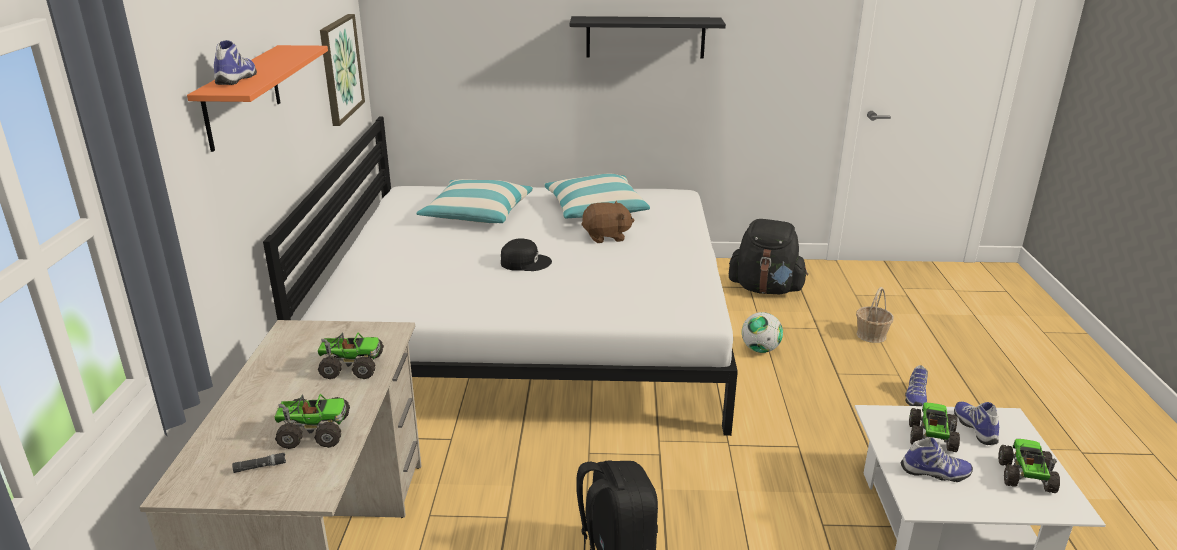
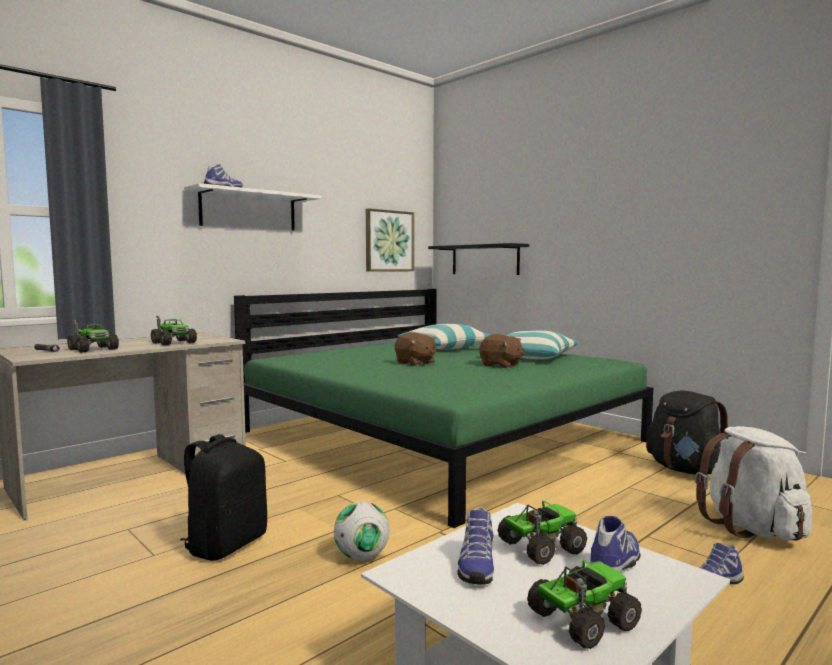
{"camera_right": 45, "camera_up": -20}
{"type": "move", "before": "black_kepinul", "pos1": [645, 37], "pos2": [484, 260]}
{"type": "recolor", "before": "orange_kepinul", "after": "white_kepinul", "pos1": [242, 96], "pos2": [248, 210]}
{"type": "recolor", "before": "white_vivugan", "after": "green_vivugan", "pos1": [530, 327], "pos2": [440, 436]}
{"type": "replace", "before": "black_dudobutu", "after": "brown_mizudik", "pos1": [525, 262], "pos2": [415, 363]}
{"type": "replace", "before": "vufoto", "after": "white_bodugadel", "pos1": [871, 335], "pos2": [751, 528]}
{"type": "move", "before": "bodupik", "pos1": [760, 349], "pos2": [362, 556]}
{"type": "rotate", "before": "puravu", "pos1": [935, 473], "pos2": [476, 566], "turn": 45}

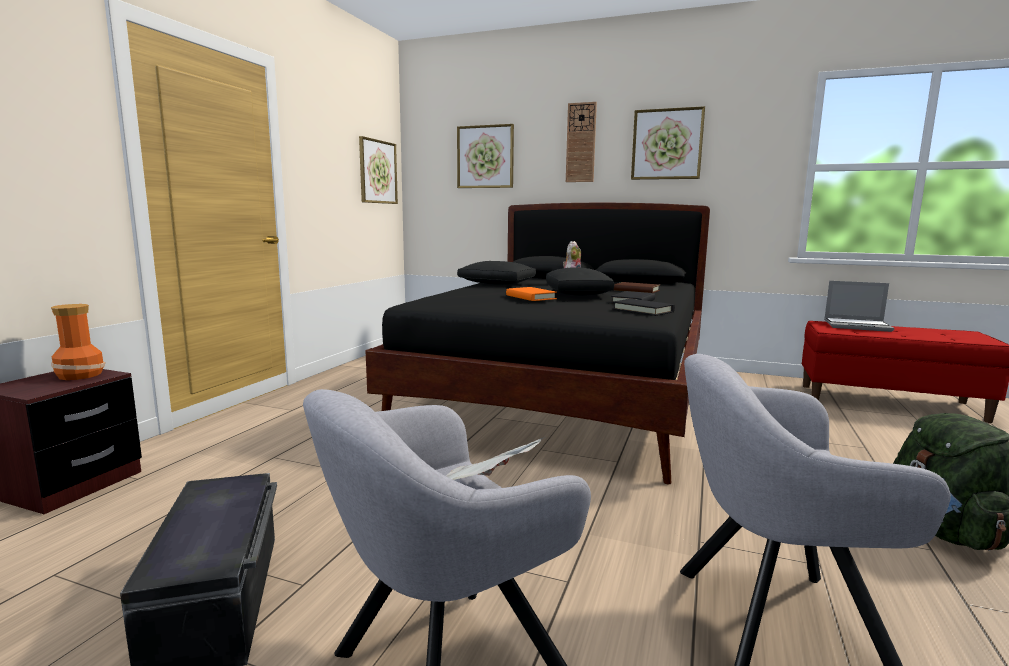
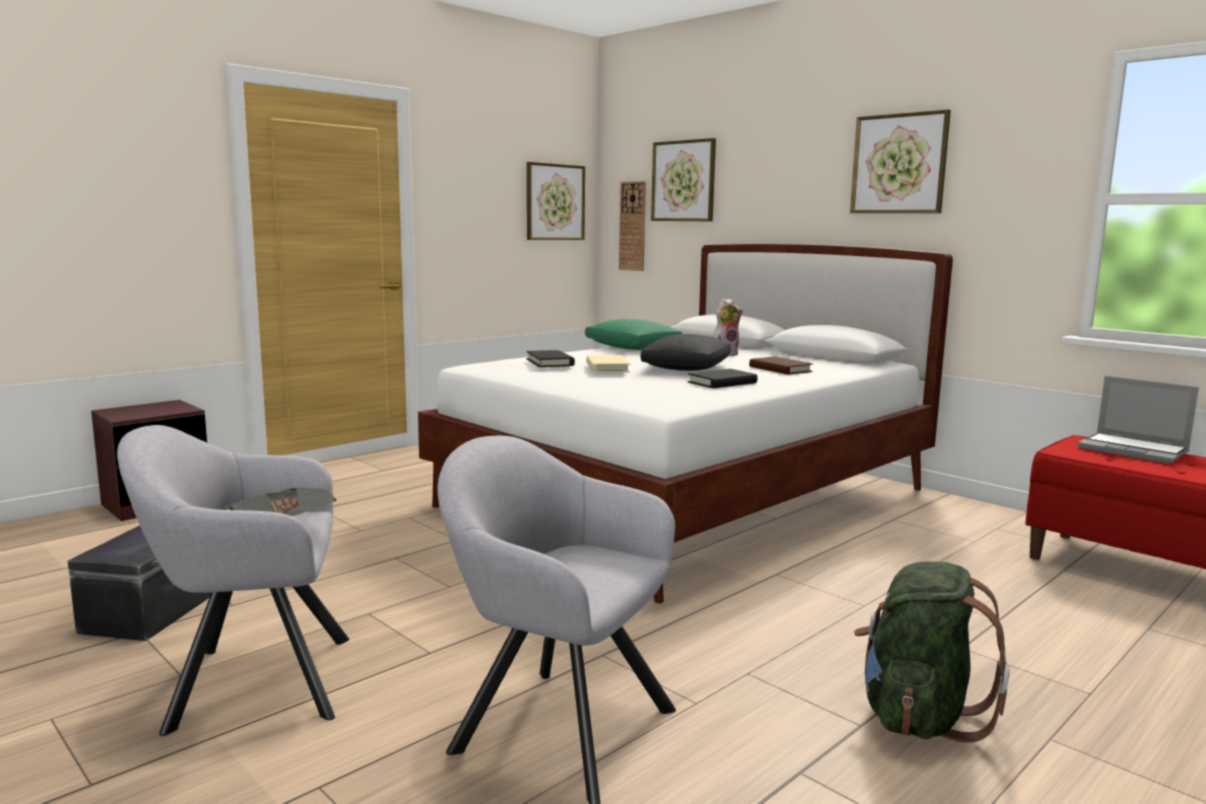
{"camera_right": 25, "camera_up": 0}
{"type": "move", "before": "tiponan", "pos1": [581, 143], "pos2": [633, 226]}
{"type": "recolor", "before": "black_vivugan", "after": "white_vivugan", "pos1": [566, 396], "pos2": [688, 498]}
{"type": "recolor", "before": "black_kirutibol", "after": "green_kirutibol", "pos1": [497, 283], "pos2": [633, 348]}
{"type": "recolor", "before": "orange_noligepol", "after": "beige_noligepol", "pos1": [530, 297], "pos2": [607, 368]}
{"type": "move", "before": "black_noligepol", "pos1": [643, 310], "pos2": [550, 362]}
{"type": "delete", "before": "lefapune", "pos1": [78, 375]}

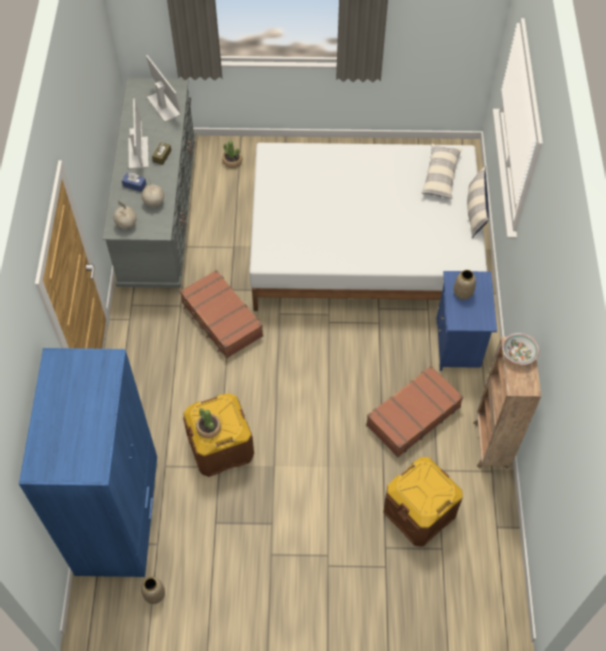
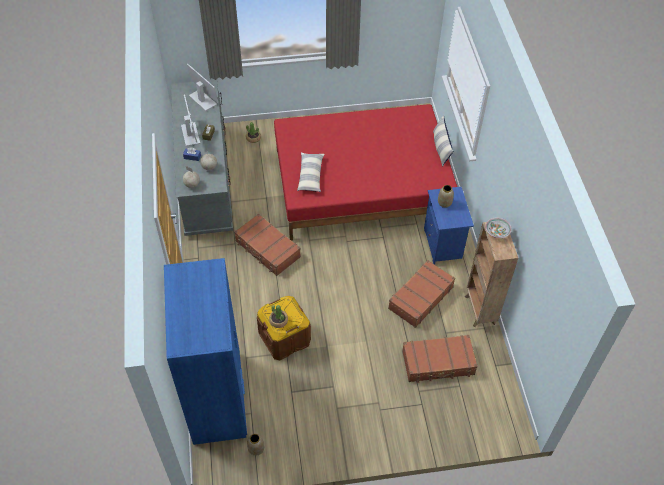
{"camera_right": -10, "camera_up": -5}
{"type": "recolor", "before": "white_vivugan", "after": "red_vivugan", "pos1": [364, 245], "pos2": [361, 185]}
{"type": "move", "before": "kirutibol", "pos1": [440, 176], "pos2": [310, 176]}
{"type": "replace", "before": "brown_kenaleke", "after": "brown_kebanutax", "pos1": [419, 512], "pos2": [438, 363]}

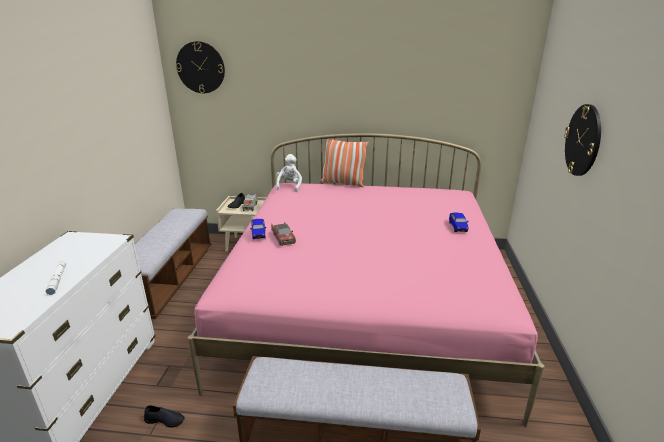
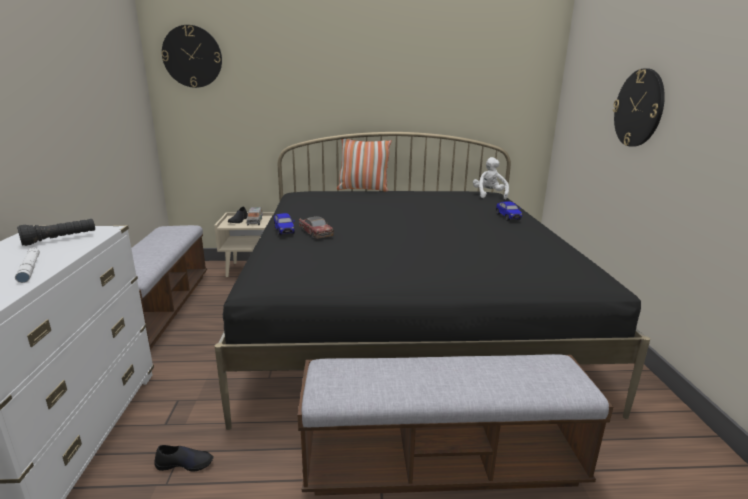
{"camera_right": -10, "camera_up": -5}
{"type": "recolor", "before": "pink_vivugan", "after": "black_vivugan", "pos1": [365, 304], "pos2": [406, 317]}
{"type": "move", "before": "white_mizudik", "pos1": [289, 186], "pos2": [489, 195]}
{"type": "insert", "after": "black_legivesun", "pos2": [60, 239]}

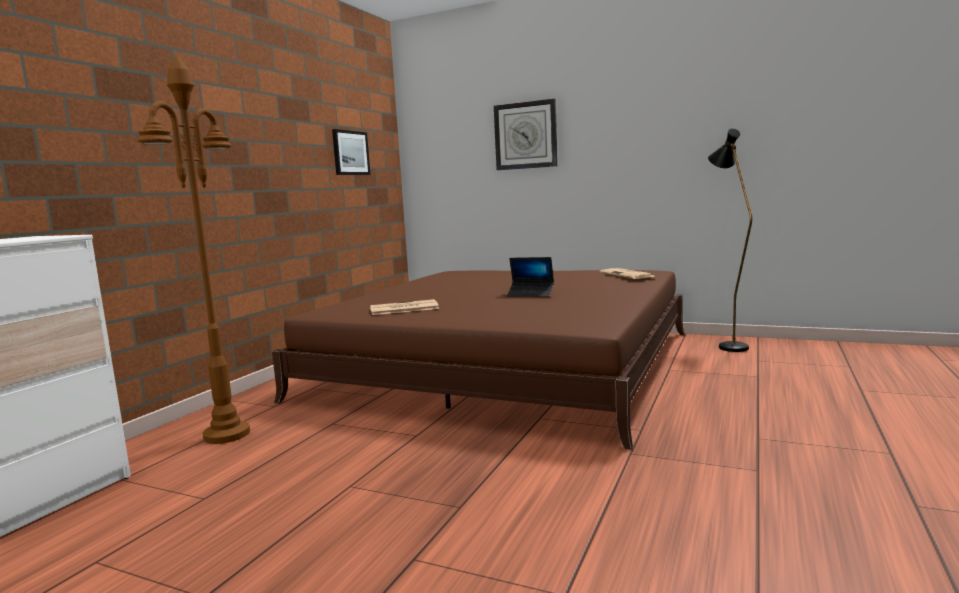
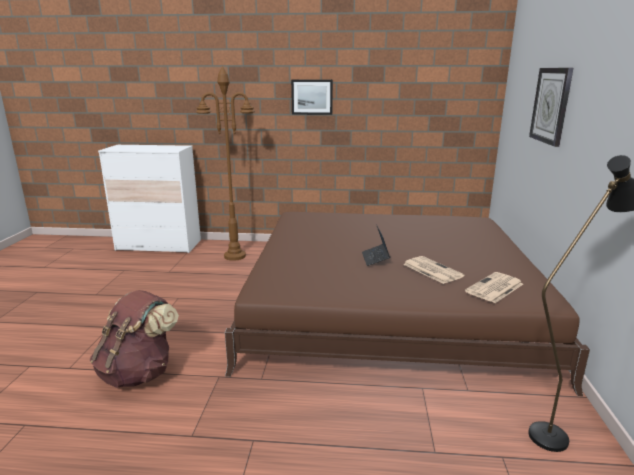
{"camera_right": 70, "camera_up": 10}
{"type": "move", "before": "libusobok", "pos1": [350, 153], "pos2": [312, 97]}
{"type": "move", "before": "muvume", "pos1": [403, 309], "pos2": [431, 270]}
{"type": "insert", "after": "brown_bodugadel", "pos2": [139, 373]}

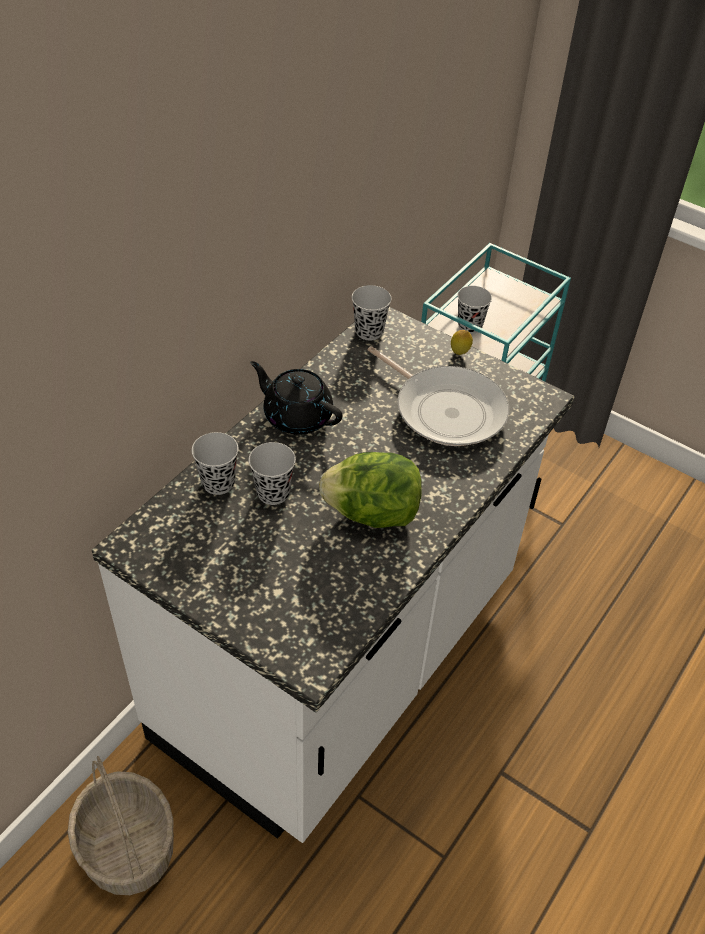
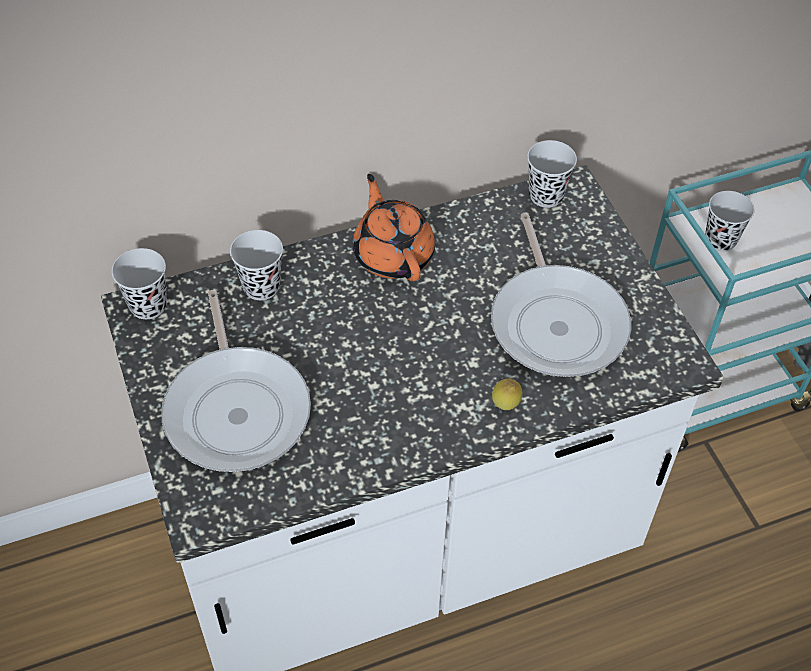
{"camera_right": 35, "camera_up": 5}
{"type": "move", "before": "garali", "pos1": [459, 353], "pos2": [505, 406]}
{"type": "recolor", "before": "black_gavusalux", "after": "orange_gavusalux", "pos1": [297, 416], "pos2": [393, 254]}
{"type": "move", "before": "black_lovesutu", "pos1": [273, 493], "pos2": [148, 305]}
{"type": "delete", "before": "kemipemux", "pos1": [372, 513]}
{"type": "delete", "before": "vufoto", "pos1": [127, 847]}
{"type": "insert", "after": "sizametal", "pos2": [237, 408]}

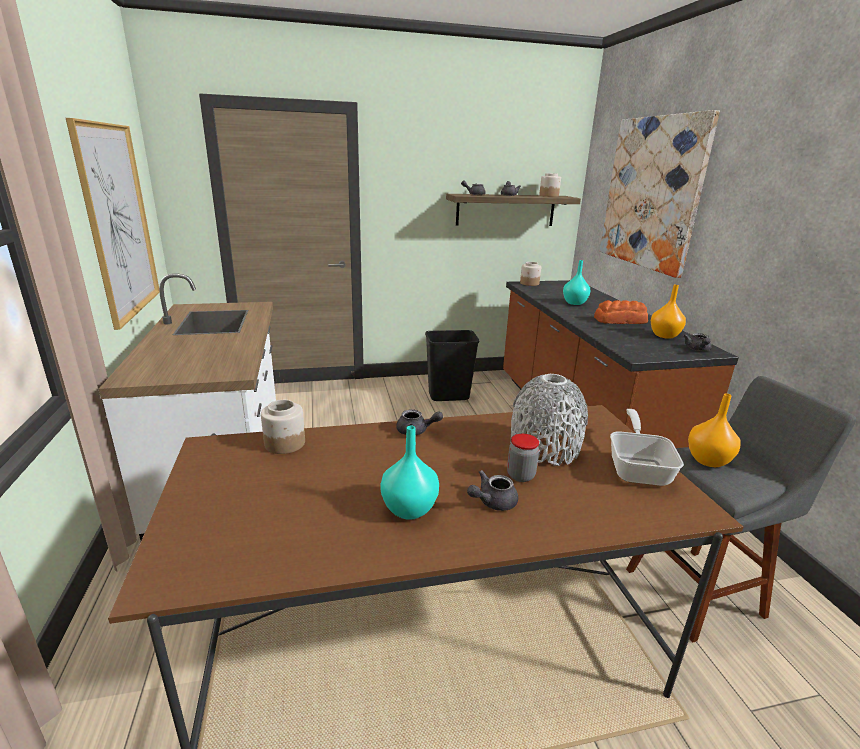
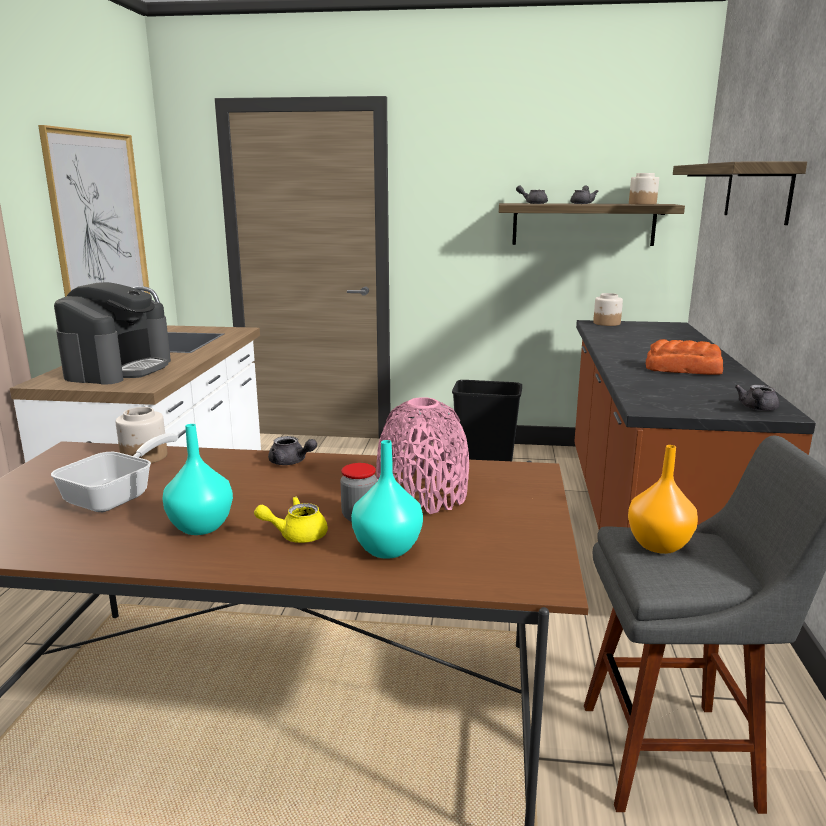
{"camera_right": 20, "camera_up": -5}
{"type": "replace", "before": "libusobok", "after": "kepinul", "pos1": [652, 193], "pos2": [757, 192]}
{"type": "move", "before": "turquoise_lefapune", "pos1": [575, 303], "pos2": [389, 549]}
{"type": "delete", "before": "orange_lefapune", "pos1": [663, 335]}
{"type": "recolor", "before": "grey_lefapune", "after": "pink_lefapune", "pos1": [544, 448], "pos2": [422, 495]}
{"type": "move", "before": "sizametal", "pos1": [638, 468], "pos2": [117, 496]}
{"type": "recolor", "before": "grey_gavusalux", "after": "yellow_gavusalux", "pos1": [492, 502], "pos2": [296, 535]}
{"type": "insert", "after": "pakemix", "pos2": [119, 369]}

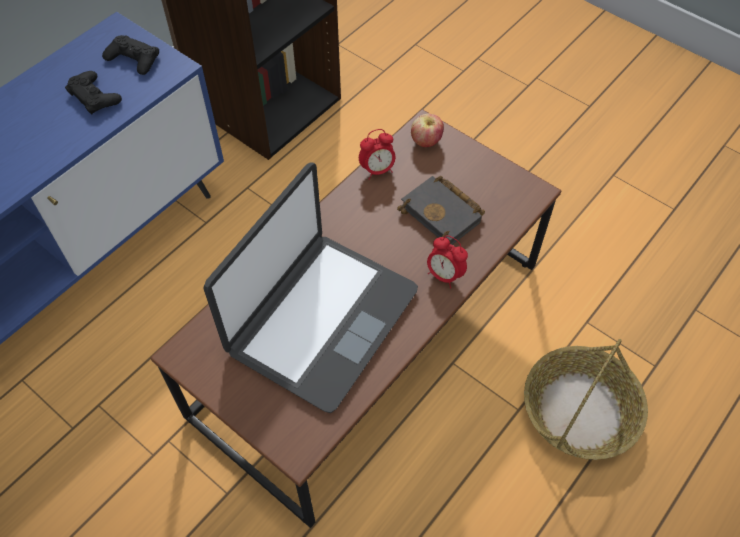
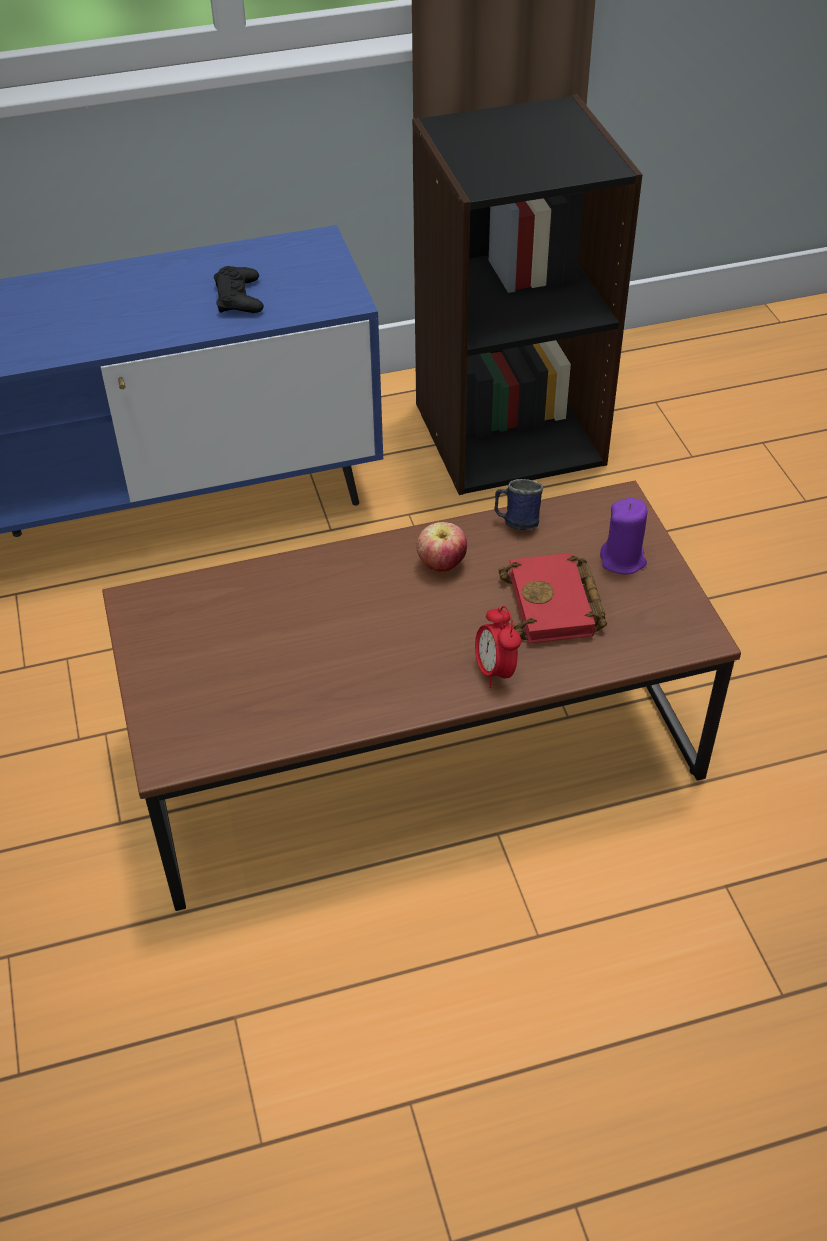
{"camera_right": 35, "camera_up": -10}
{"type": "delete", "before": "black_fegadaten", "pos1": [133, 59]}
{"type": "move", "before": "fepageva", "pos1": [426, 142], "pos2": [441, 564]}
{"type": "replace", "before": "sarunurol", "after": "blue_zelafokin", "pos1": [377, 170], "pos2": [516, 522]}
{"type": "delete", "before": "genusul", "pos1": [321, 319]}
{"type": "recolor", "before": "black_noligepol", "after": "red_noligepol", "pos1": [444, 214], "pos2": [556, 606]}
{"type": "delete", "before": "vufoto", "pos1": [579, 409]}
{"type": "insert", "after": "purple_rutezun", "pos2": [623, 560]}

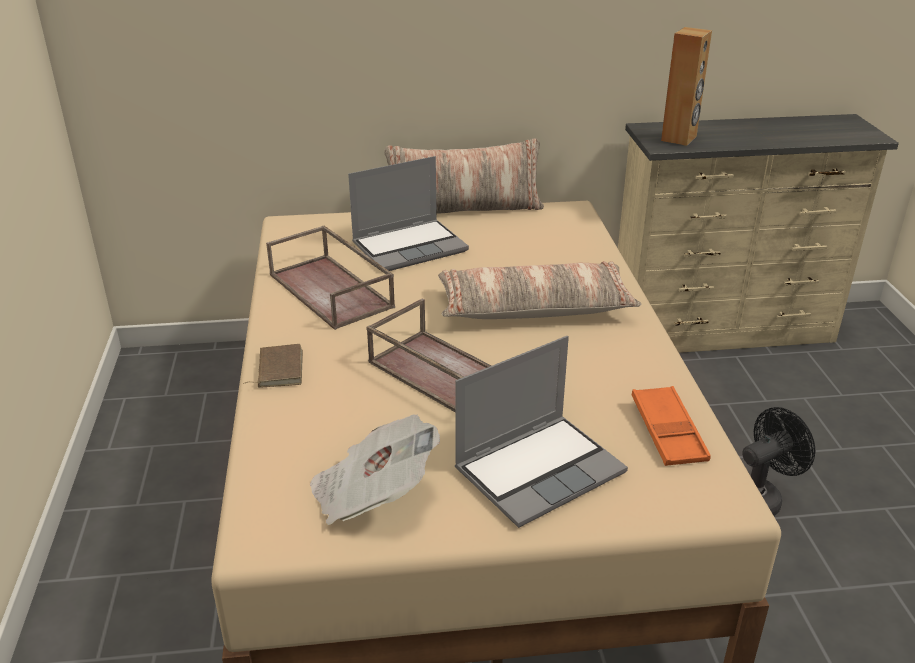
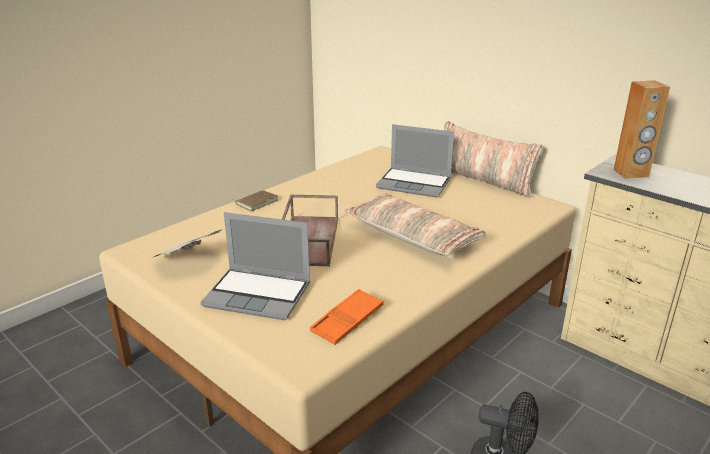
{"camera_right": 50, "camera_up": -5}
{"type": "delete", "before": "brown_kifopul", "pos1": [332, 291]}

